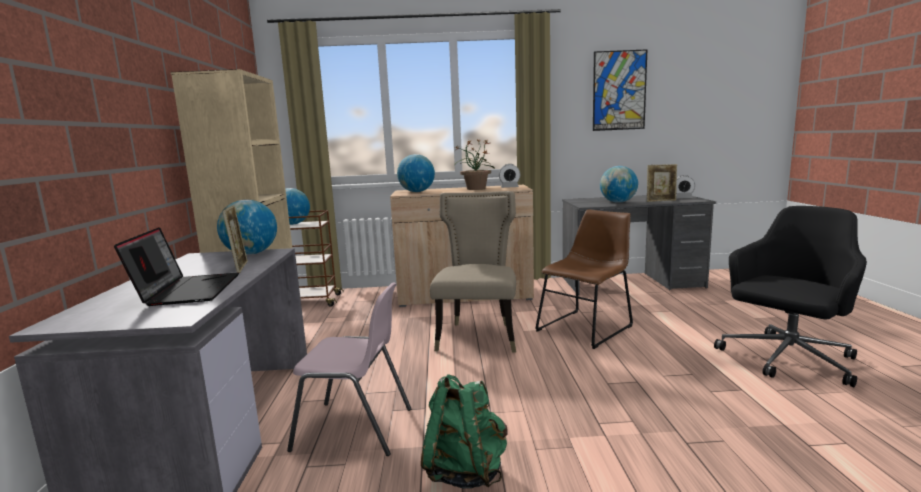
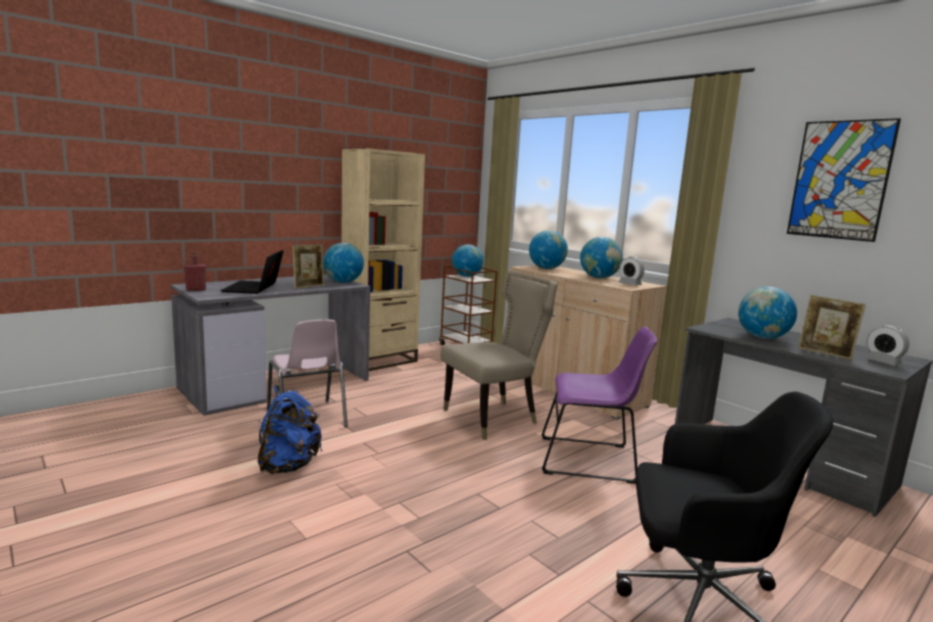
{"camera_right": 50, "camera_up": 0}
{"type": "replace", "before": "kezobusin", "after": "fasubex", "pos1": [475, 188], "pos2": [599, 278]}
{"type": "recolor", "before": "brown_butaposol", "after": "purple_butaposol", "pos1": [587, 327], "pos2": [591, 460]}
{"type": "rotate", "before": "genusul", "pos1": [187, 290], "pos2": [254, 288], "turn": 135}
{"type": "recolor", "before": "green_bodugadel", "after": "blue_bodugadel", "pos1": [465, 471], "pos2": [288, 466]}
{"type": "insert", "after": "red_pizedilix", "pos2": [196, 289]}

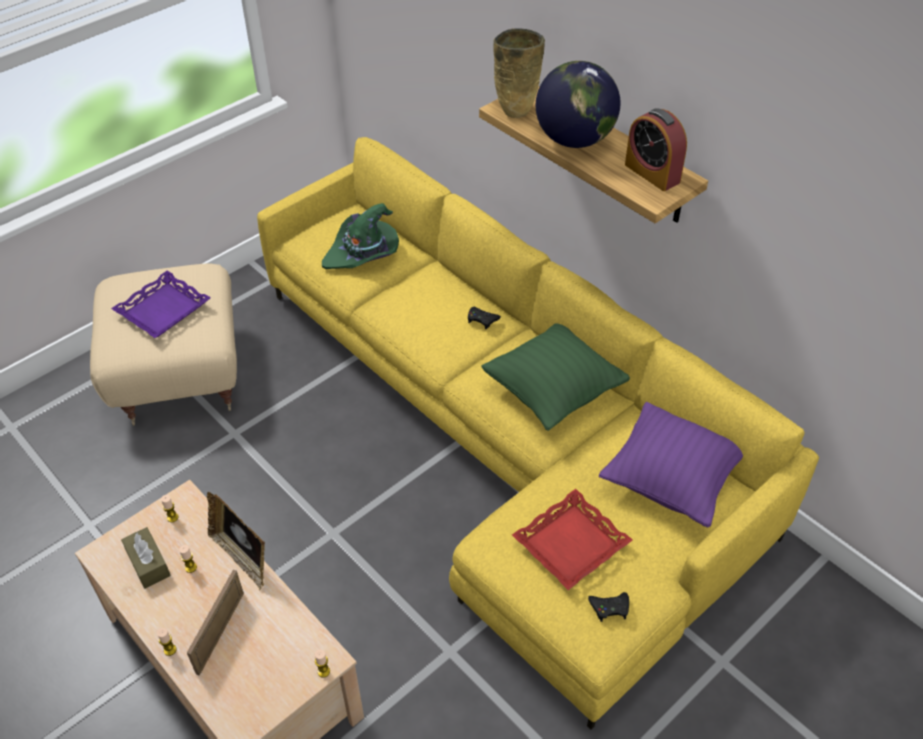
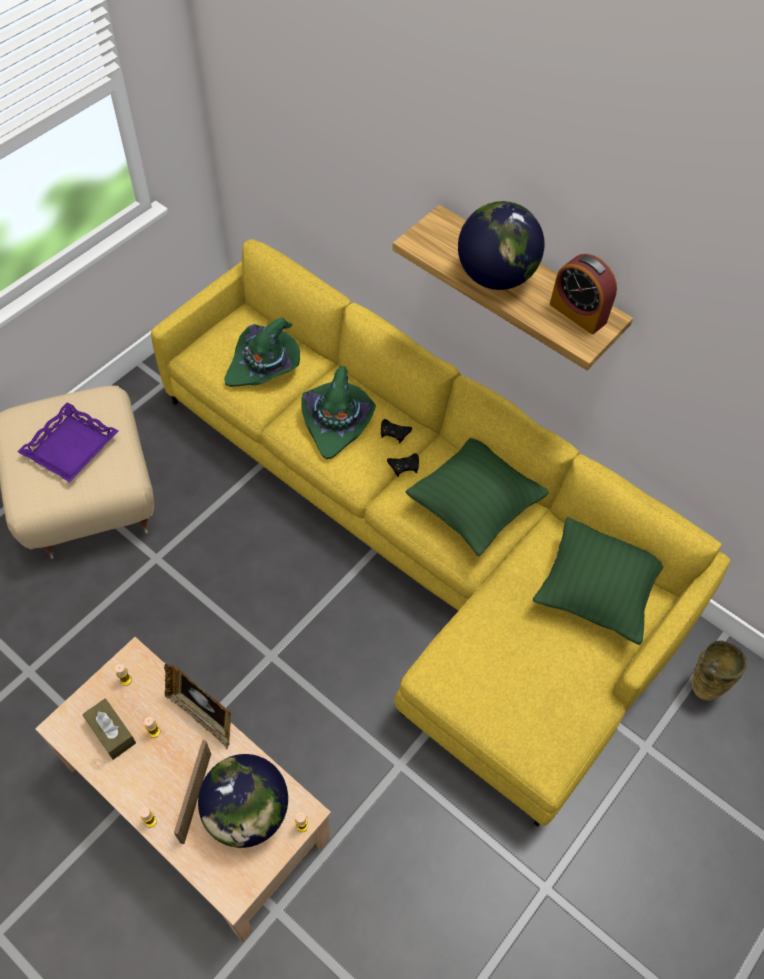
{"camera_right": -10, "camera_up": 10}
{"type": "move", "before": "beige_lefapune", "pos1": [517, 109], "pos2": [703, 686]}
{"type": "recolor", "before": "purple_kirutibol", "after": "green_kirutibol", "pos1": [670, 481], "pos2": [595, 592]}
{"type": "delete", "before": "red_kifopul", "pos1": [570, 543]}
{"type": "move", "before": "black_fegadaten", "pos1": [610, 608], "pos2": [404, 466]}
{"type": "insert", "after": "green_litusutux", "pos2": [337, 422]}
{"type": "insert", "after": "fasubex", "pos2": [247, 812]}

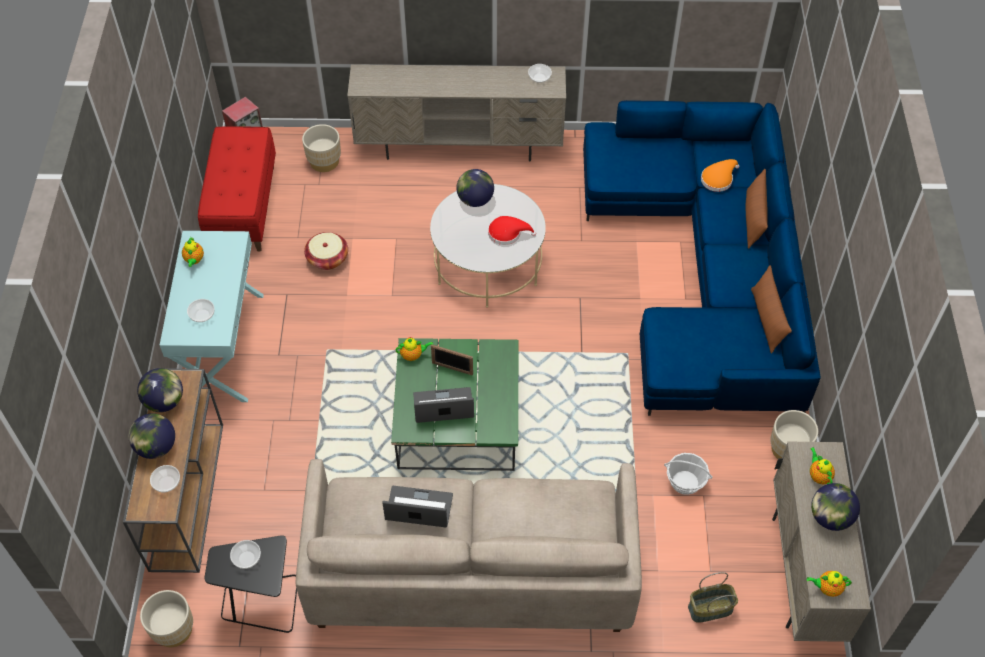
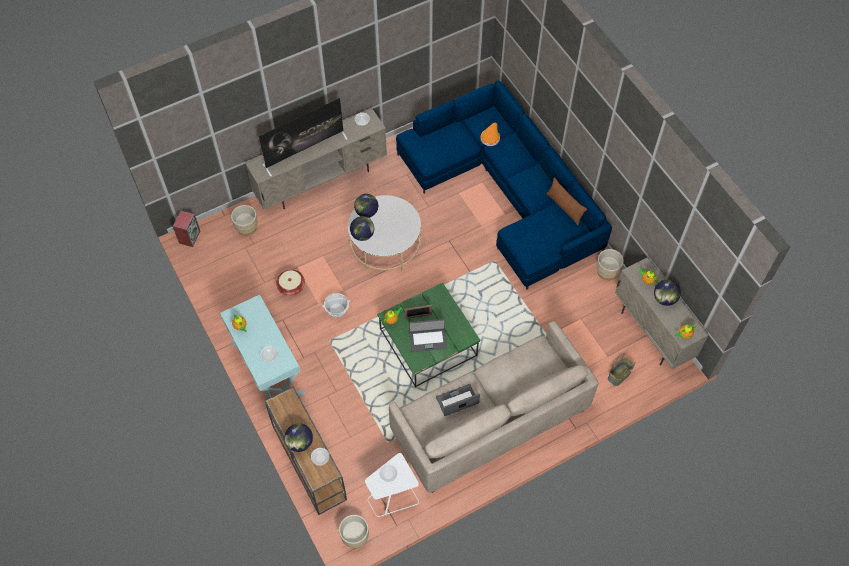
{"camera_right": -30, "camera_up": 5}
{"type": "delete", "before": "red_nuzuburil", "pos1": [243, 207]}
{"type": "delete", "before": "brown_kirutibol", "pos1": [753, 219]}
{"type": "delete", "before": "red_litusutux", "pos1": [507, 233]}
{"type": "move", "before": "fasubex", "pos1": [165, 402], "pos2": [363, 235]}
{"type": "rotate", "before": "genusul", "pos1": [443, 407], "pos2": [428, 340], "turn": -150}
{"type": "move", "before": "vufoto", "pos1": [685, 482], "pos2": [337, 310]}
{"type": "recolor", "before": "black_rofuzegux", "after": "white_rofuzegux", "pos1": [261, 603], "pos2": [392, 497]}
{"type": "insert", "after": "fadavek", "pos2": [305, 151]}

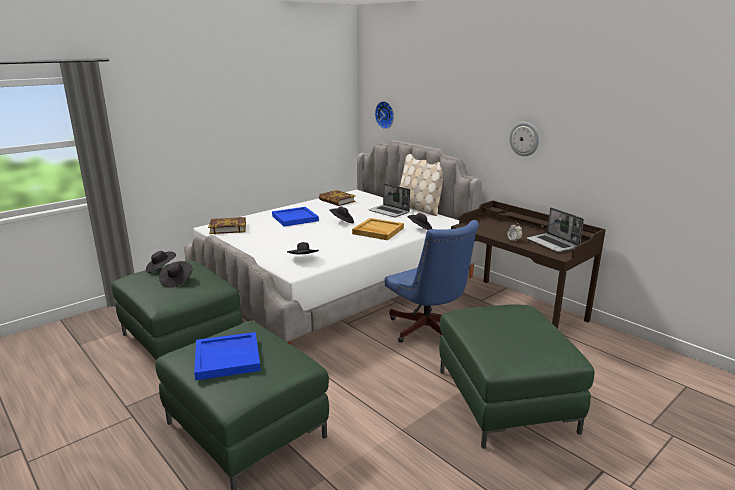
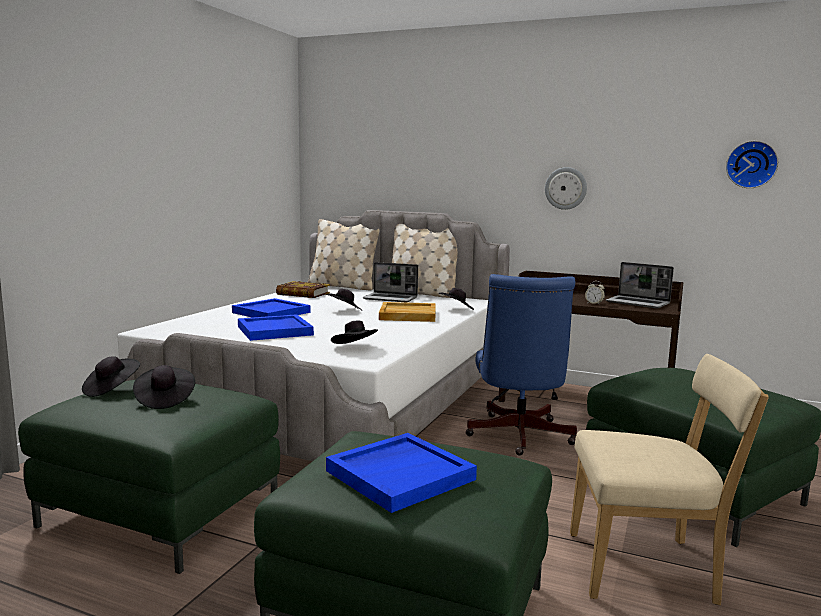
{"camera_right": -25, "camera_up": -10}
{"type": "move", "before": "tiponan", "pos1": [385, 114], "pos2": [751, 164]}
{"type": "delete", "before": "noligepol", "pos1": [228, 228]}
{"type": "rotate", "before": "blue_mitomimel", "pos1": [428, 331], "pos2": [518, 437], "turn": 60}
{"type": "insert", "after": "beige_kirutibol", "pos2": [343, 286]}
{"type": "insert", "after": "blue_kifopul", "pos2": [275, 331]}
{"type": "insert", "after": "beige_butaposol", "pos2": [648, 569]}

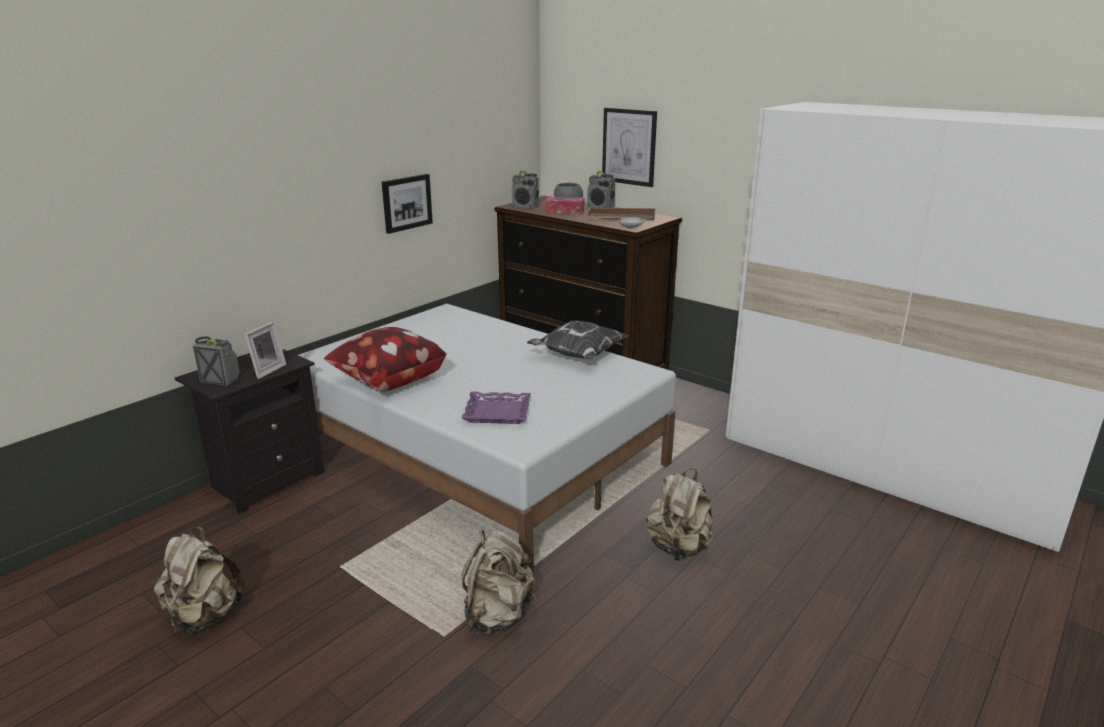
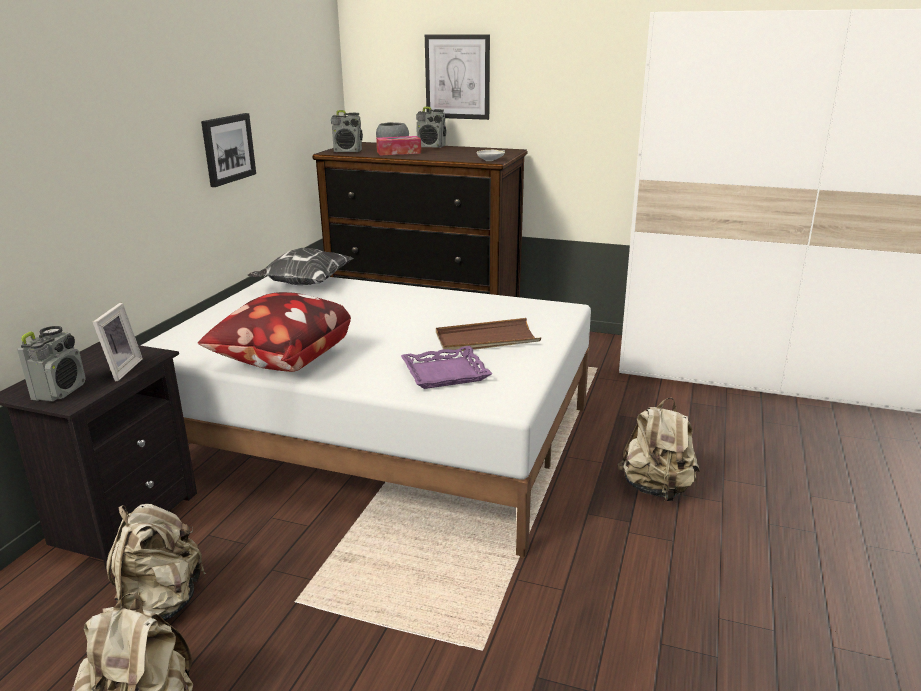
{"camera_right": -20, "camera_up": 0}
{"type": "move", "before": "brown_kifopul", "pos1": [621, 217], "pos2": [486, 340]}
{"type": "move", "before": "kirutibol", "pos1": [577, 355], "pos2": [303, 284]}
{"type": "rotate", "before": "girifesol", "pos1": [220, 380], "pos2": [60, 391], "turn": 105}
{"type": "move", "before": "beige_bodugadel", "pos1": [497, 615], "pos2": [161, 605]}

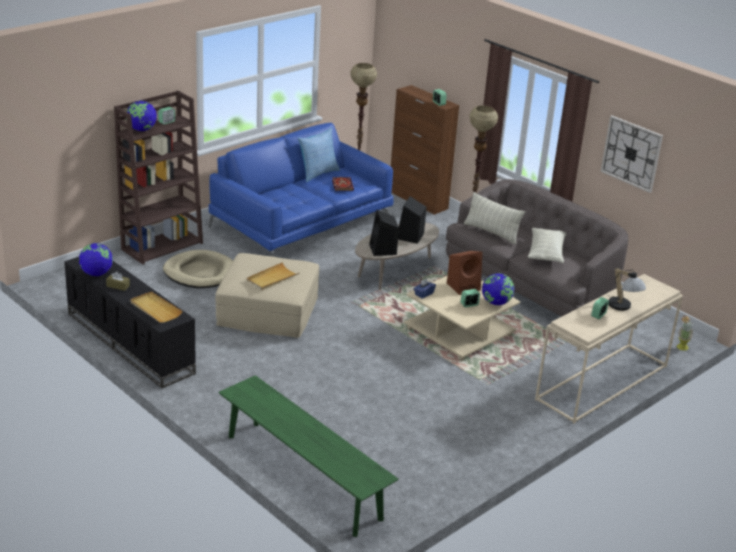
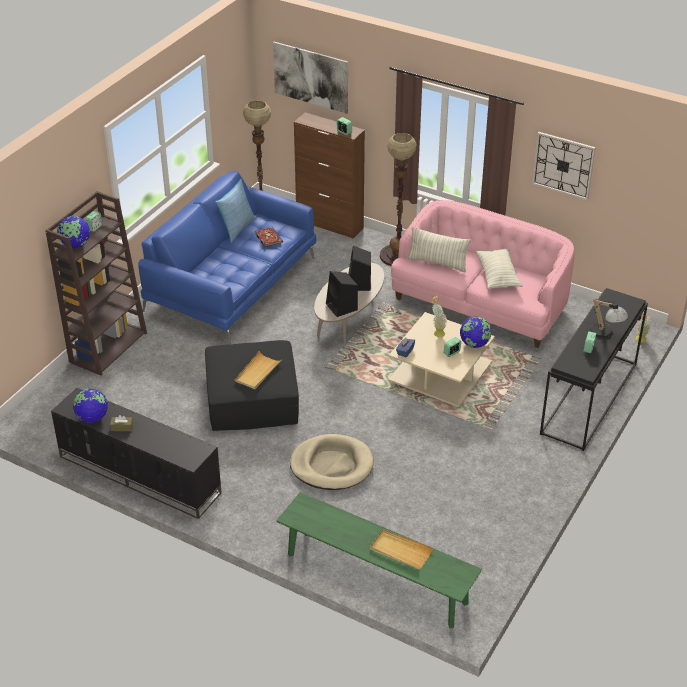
{"camera_right": -15, "camera_up": 10}
{"type": "recolor", "before": "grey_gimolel", "after": "pink_gimolel", "pos1": [531, 286], "pos2": [481, 304]}
{"type": "move", "before": "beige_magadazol", "pos1": [200, 273], "pos2": [331, 465]}
{"type": "replace", "before": "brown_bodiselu", "after": "kezobusin", "pos1": [464, 286], "pos2": [437, 332]}
{"type": "recolor", "before": "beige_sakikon", "after": "black_sakikon", "pos1": [267, 311], "pos2": [251, 400]}
{"type": "recolor", "before": "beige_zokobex", "after": "black_zokobex", "pos1": [602, 383], "pos2": [590, 399]}
{"type": "move", "before": "beige_kifopul", "pos1": [155, 309], "pos2": [400, 551]}
{"type": "insert", "after": "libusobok", "pos2": [311, 77]}

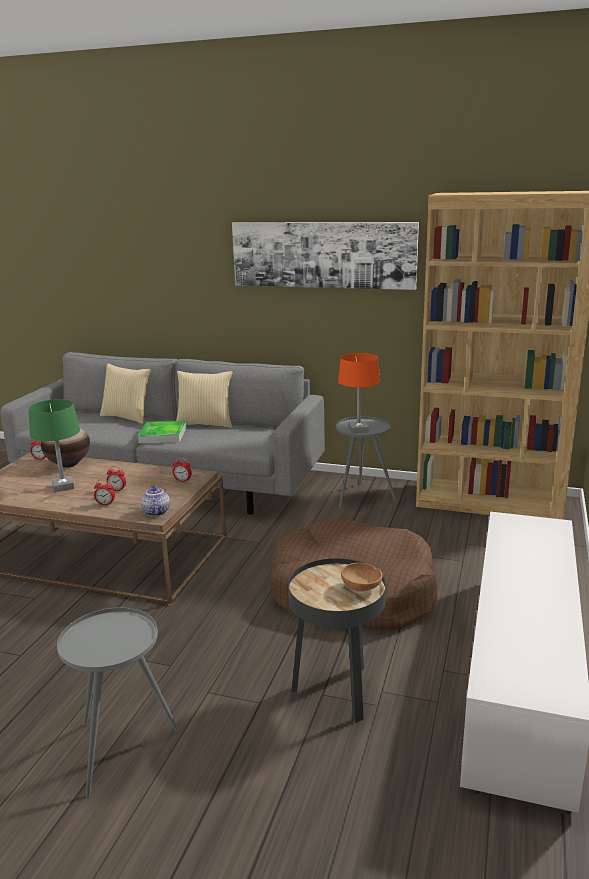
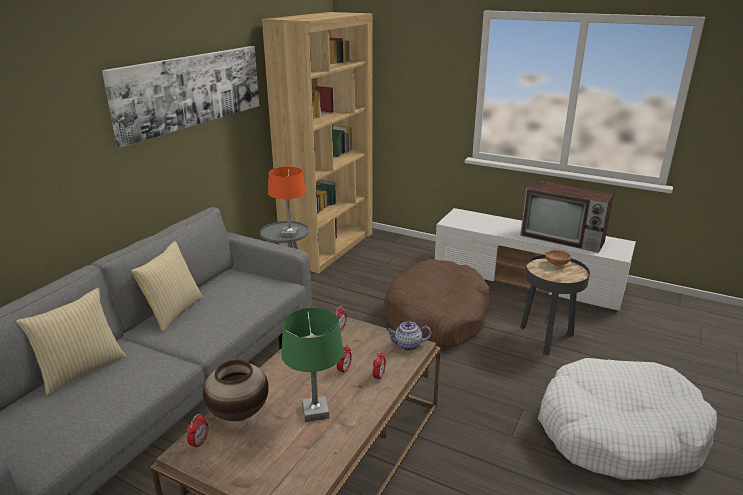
{"camera_right": -80, "camera_up": 5}
{"type": "delete", "before": "kifopul", "pos1": [162, 435]}
{"type": "replace", "before": "grey_rofuzegux", "after": "white_magadazol", "pos1": [123, 749], "pos2": [618, 433]}
{"type": "insert", "after": "fadavek", "pos2": [563, 239]}

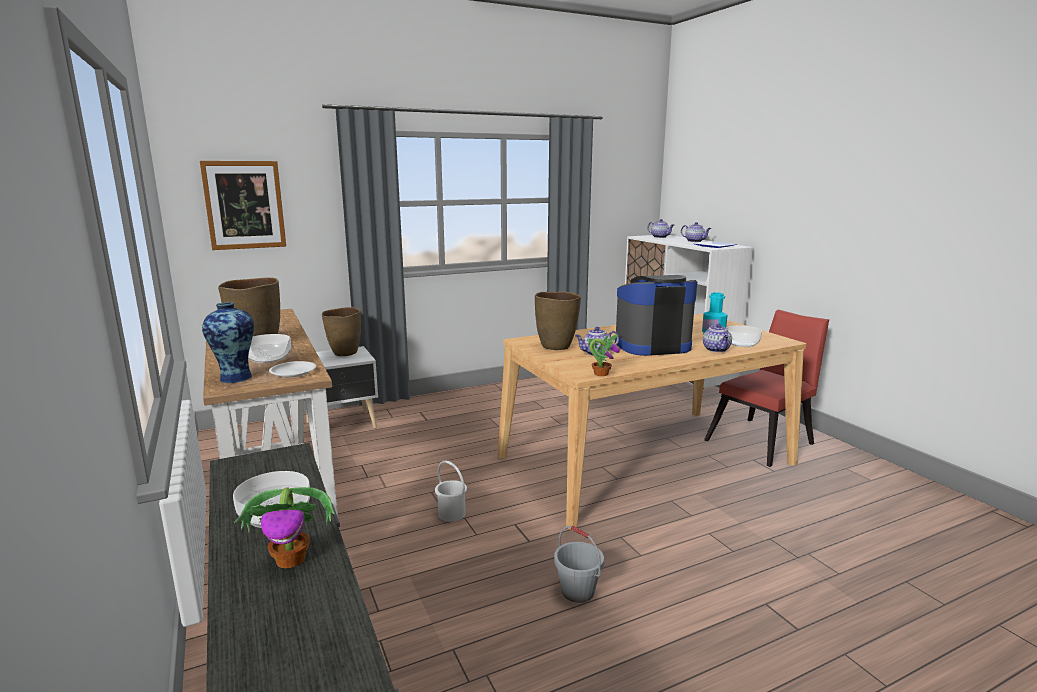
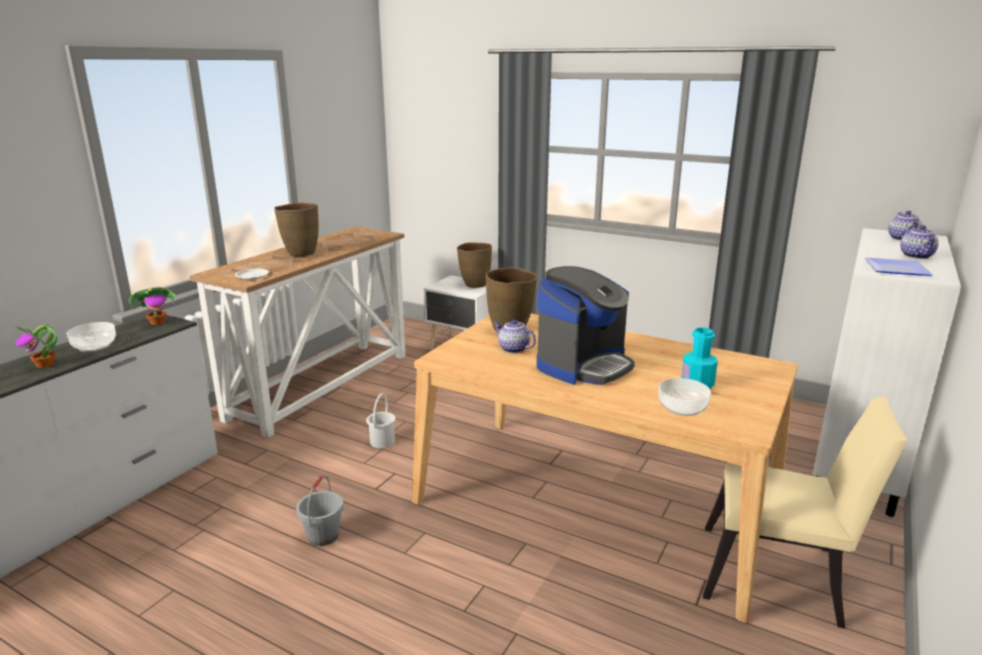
{"camera_right": 55, "camera_up": 5}
{"type": "delete", "before": "libusobok", "pos1": [244, 205]}
{"type": "rotate", "before": "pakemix", "pos1": [652, 346], "pos2": [583, 365], "turn": 90}
{"type": "delete", "before": "lefapune", "pos1": [235, 377]}
{"type": "recolor", "before": "red_butaposol", "after": "beige_butaposol", "pos1": [764, 441], "pos2": [780, 577]}
{"type": "delete", "before": "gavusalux", "pos1": [716, 350]}
{"type": "delete", "before": "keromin", "pos1": [268, 358]}
{"type": "move", "before": "kezobusin", "pos1": [600, 374], "pos2": [158, 322]}

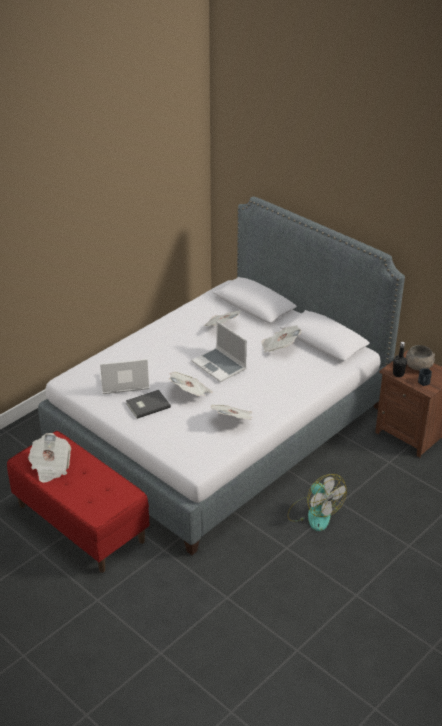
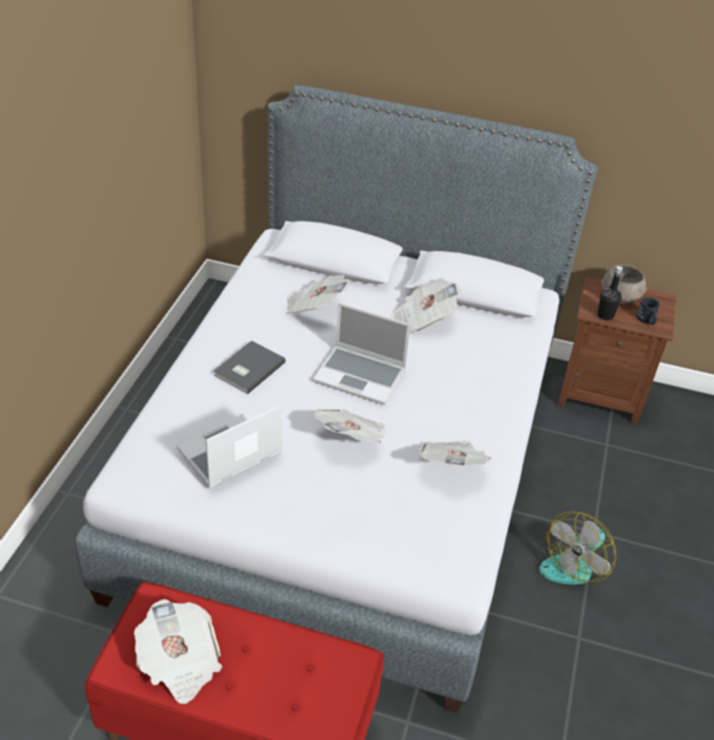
{"camera_right": -30, "camera_up": 5}
{"type": "move", "before": "grey_noligepol", "pos1": [147, 405], "pos2": [247, 369]}
{"type": "rotate", "before": "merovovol", "pos1": [314, 513], "pos2": [573, 563], "turn": 105}

